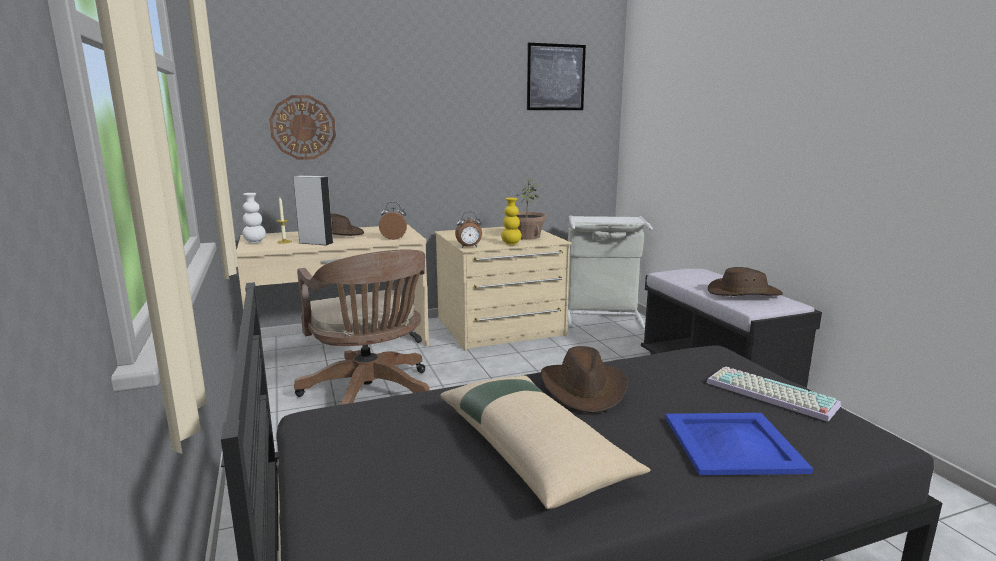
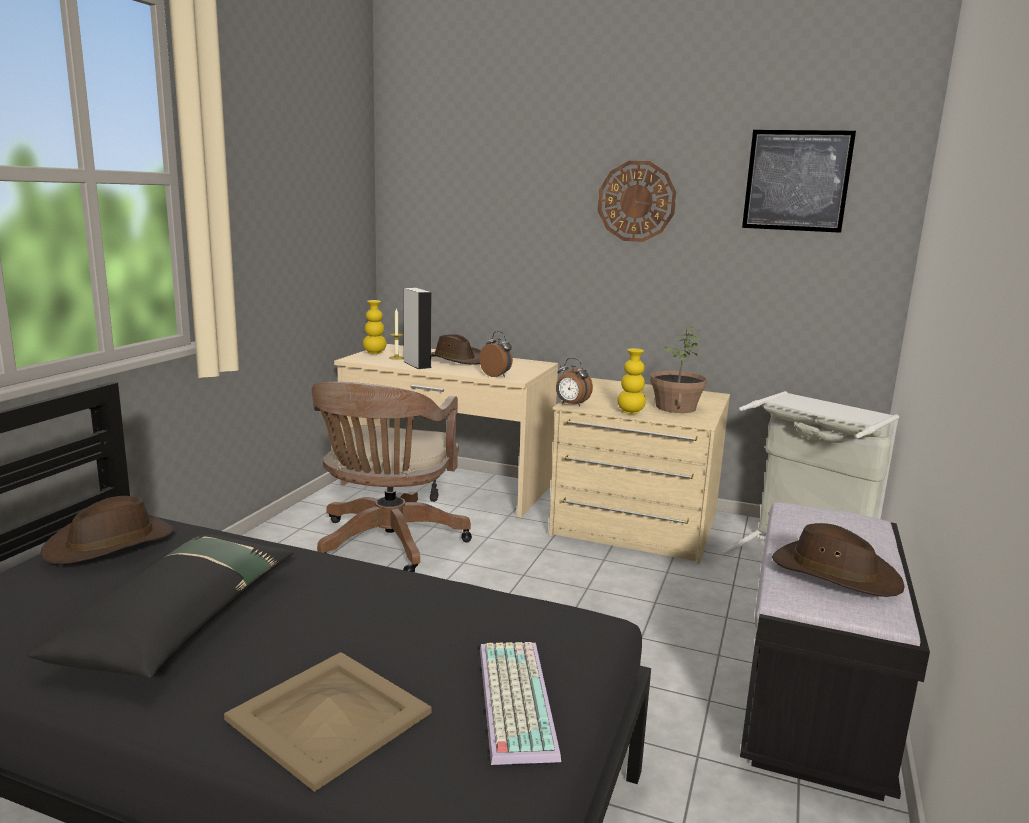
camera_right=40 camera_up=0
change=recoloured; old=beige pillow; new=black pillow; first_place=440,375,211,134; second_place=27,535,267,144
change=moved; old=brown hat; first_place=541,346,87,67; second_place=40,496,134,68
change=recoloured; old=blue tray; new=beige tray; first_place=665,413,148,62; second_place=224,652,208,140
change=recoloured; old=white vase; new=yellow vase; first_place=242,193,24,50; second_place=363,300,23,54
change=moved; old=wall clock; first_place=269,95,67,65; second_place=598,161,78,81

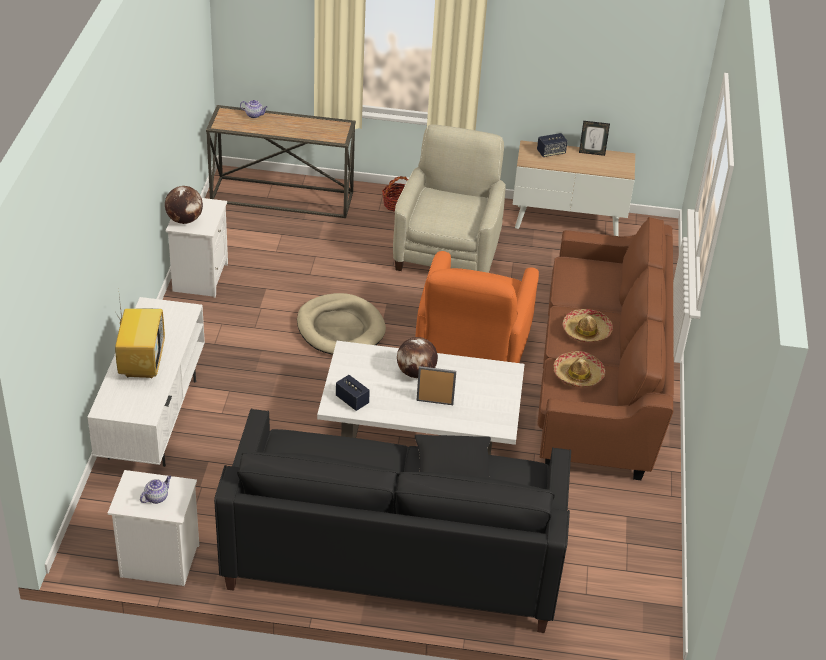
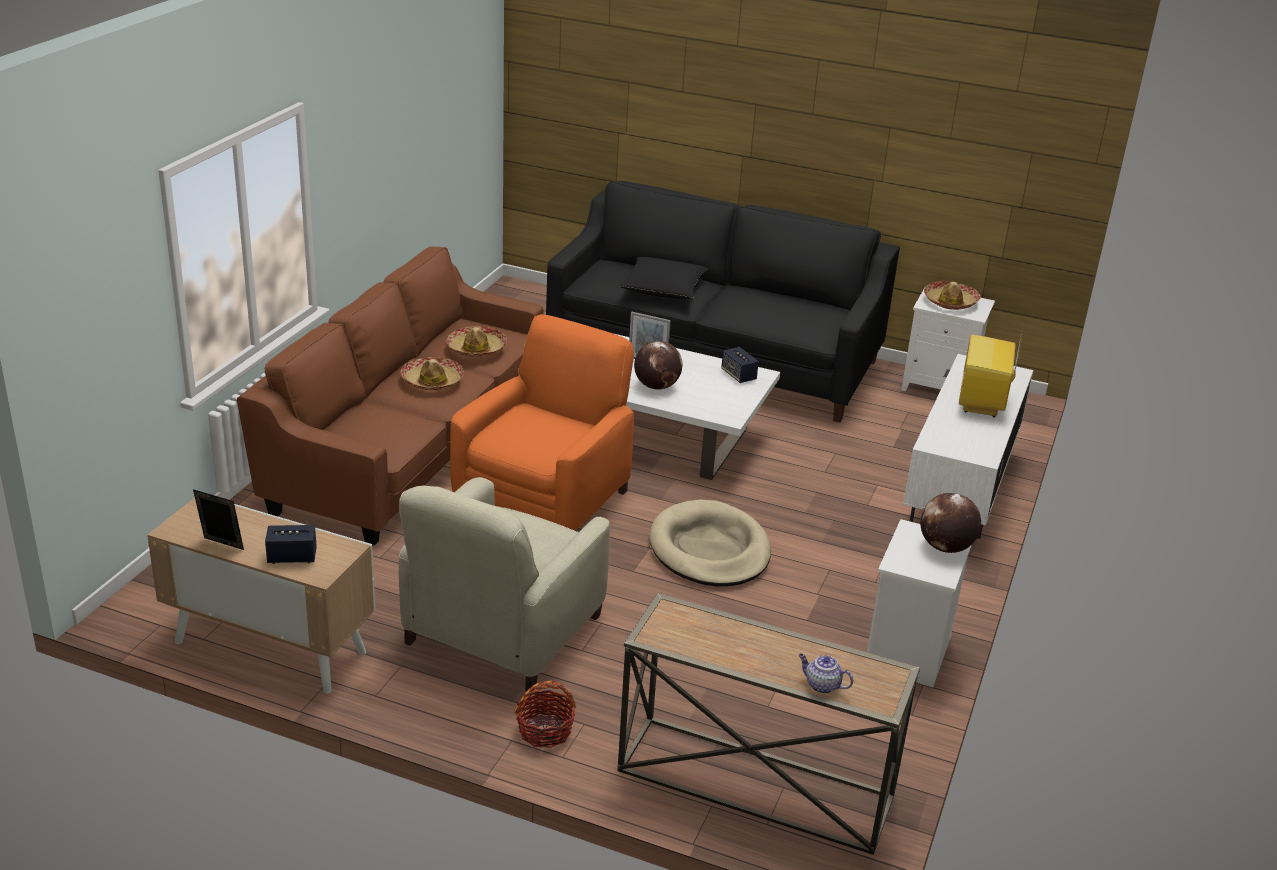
camera_right=-165 camera_up=-10
change=replaced; old=teapot; new=hat; first_place=140,476,31,28; second_place=924,281,57,29

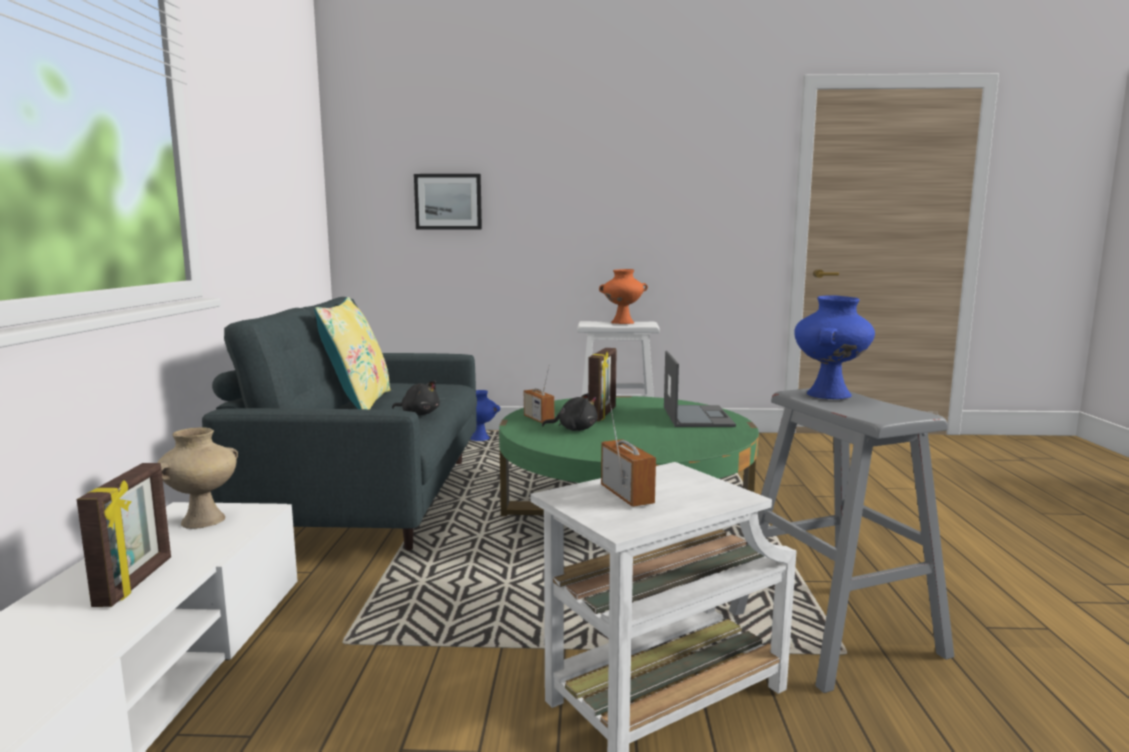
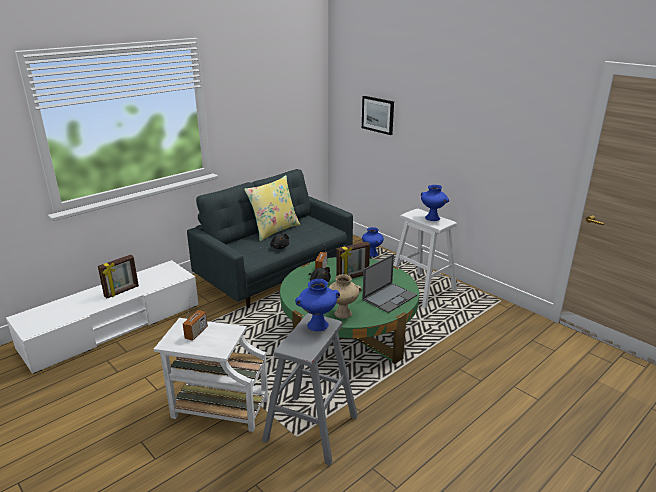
camera_right=45 camera_up=15
change=moved; old=beige vase; first_place=158,427,80,102; second_place=329,274,33,45
change=recoloured; old=orange vase; new=blue vase; first_place=599,269,49,55; second_place=421,185,28,36

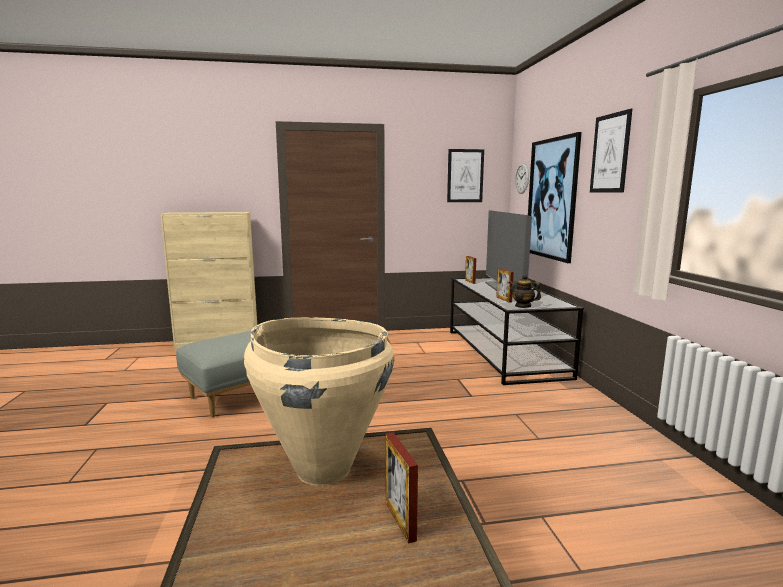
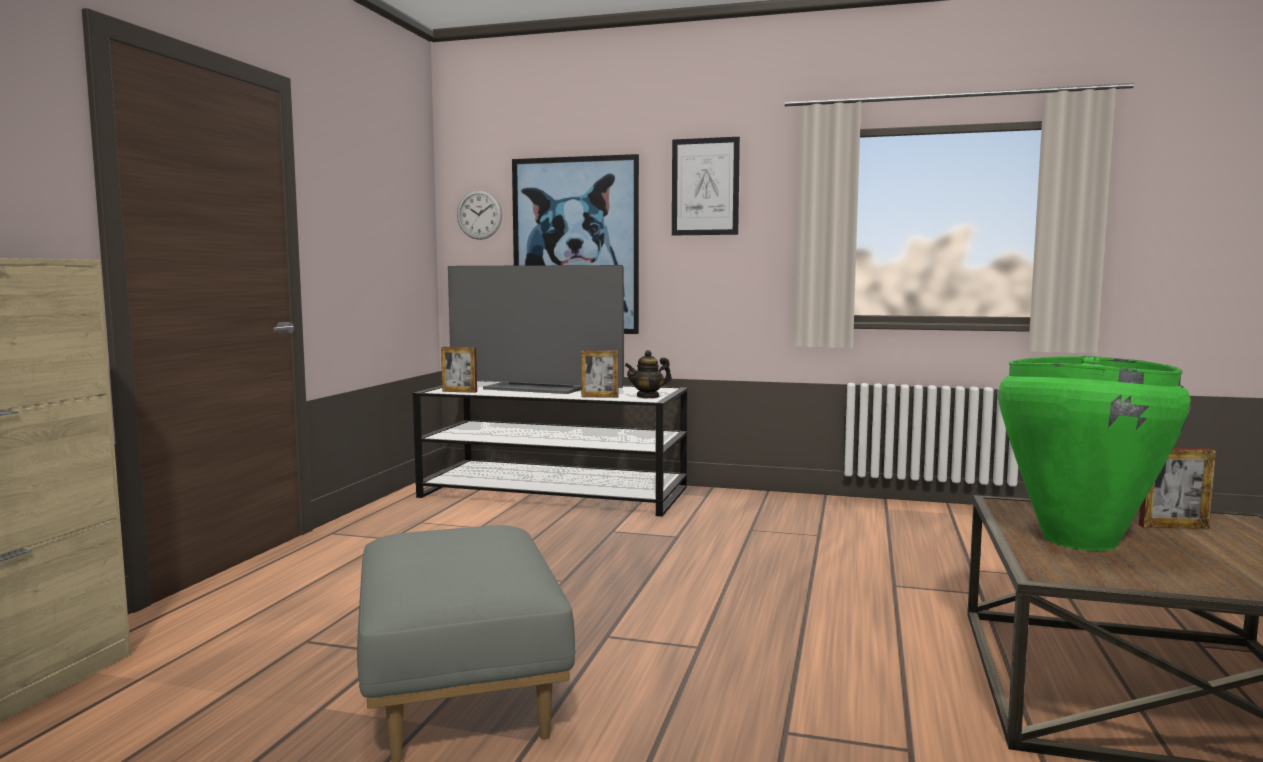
camera_right=-65 camera_up=-5
change=recoloured; old=beige vase; new=green vase; first_place=244,317,150,169; second_place=998,356,193,195
change=removed; old=picture; first_place=447,149,37,53

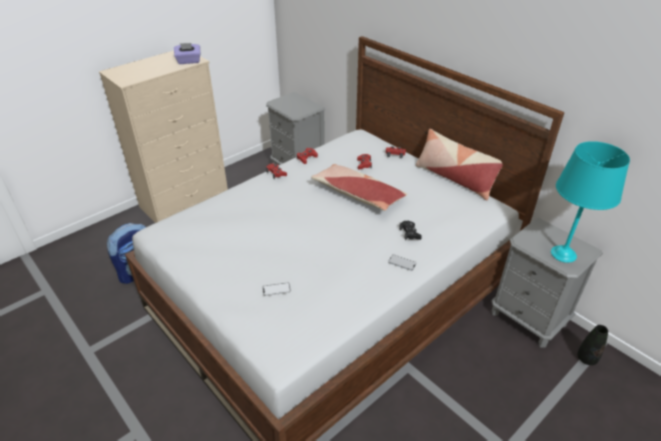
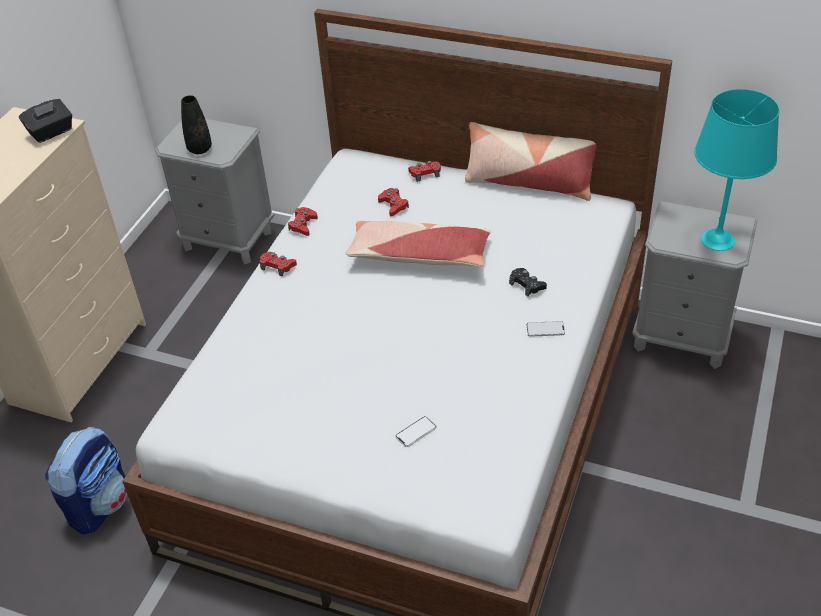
camera_right=-25 camera_up=5
change=recoloured; old=purple tissue box; new=black tissue box; first_place=174,43,26,21; second_place=19,99,53,44
change=moved; old=black vase; first_place=577,325,31,40; second_place=181,95,31,59

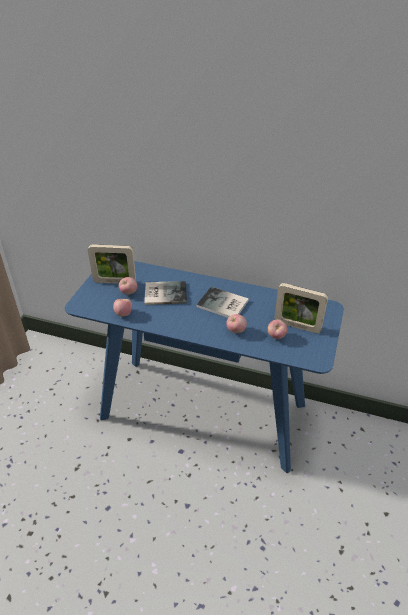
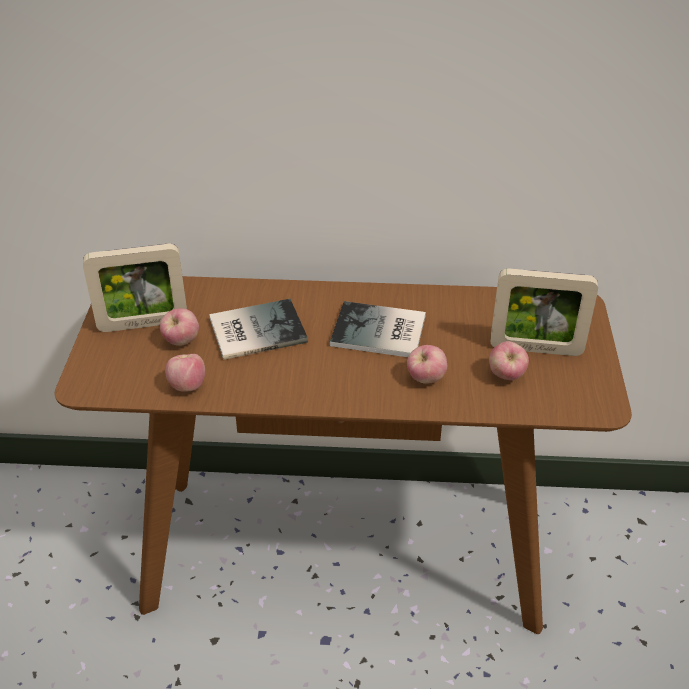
camera_right=-15 camera_up=0
change=recoloured; old=blue console table; new=brown console table; first_place=65,261,279,212; second_place=55,276,577,358

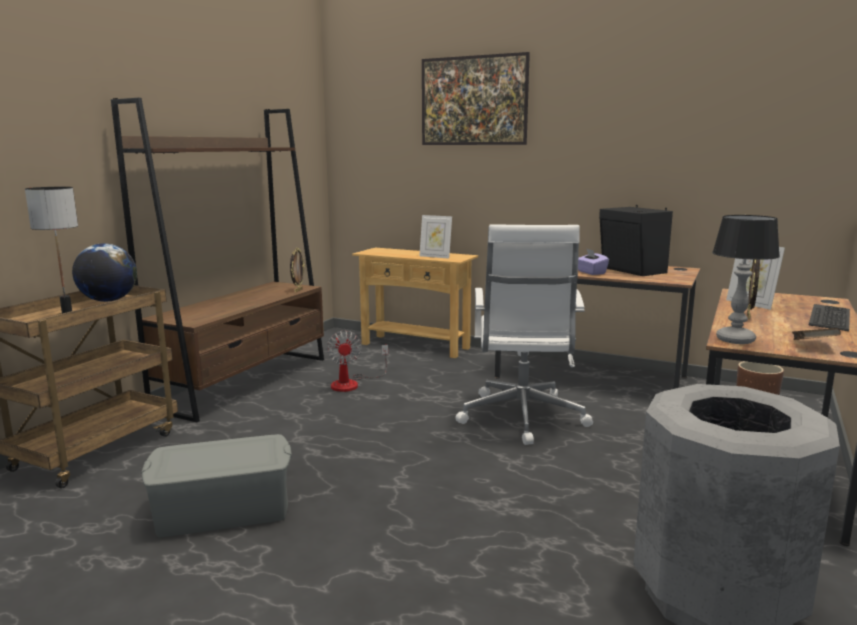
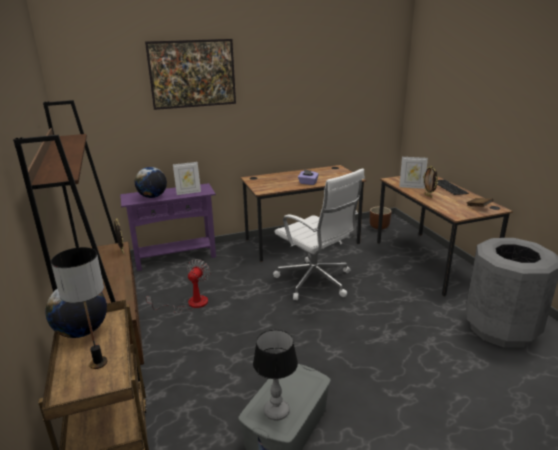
camera_right=-45 camera_up=10
change=recoloured; old=beige console table; new=purple console table; first_place=352,248,126,110; second_place=120,183,96,88
change=added; new=globe; second_place=135,167,32,31
change=turned; old=fan; first_place=326,331,62,61; second_place=146,259,65,54; degrees=-105
change=moved; old=table lamp; first_place=712,215,68,129; second_place=253,330,45,91
change=removed; old=black speaker; first_place=599,205,74,71

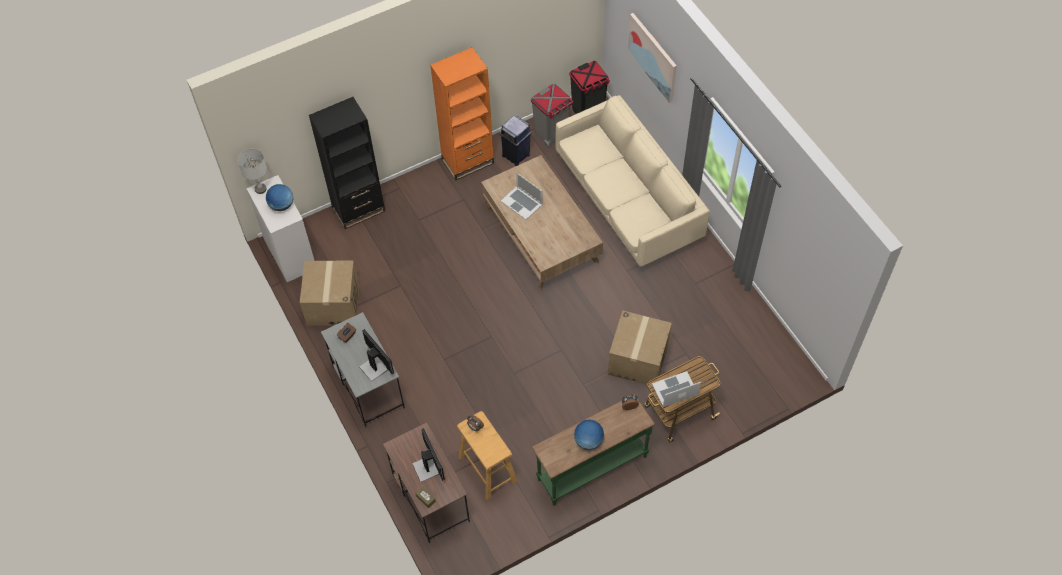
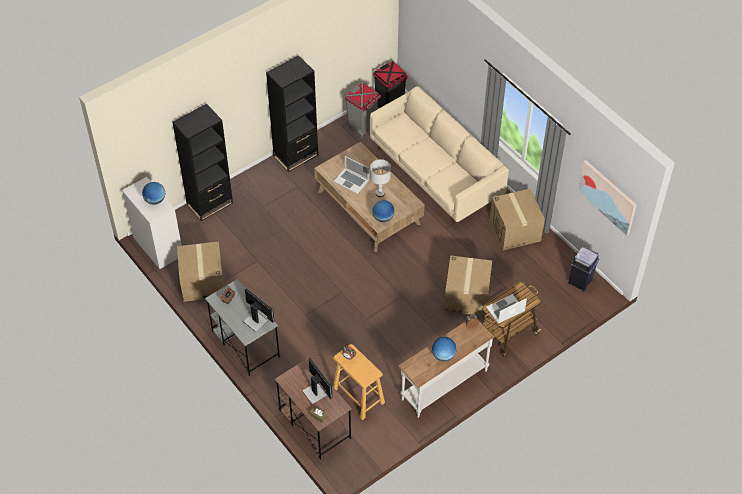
camera_right=-10 camera_up=-5
change=recoloured; old=orange bookcase; new=black bookcase; first_place=430,47,64,134; second_place=266,55,53,117
change=moved; old=grey table lamp; first_place=238,149,29,45; second_place=370,159,21,38
change=added; new=globe; second_place=372,200,23,22
change=recoloured; old=green console table; new=white console table; first_place=532,394,123,112; second_place=398,321,97,97
change=added; new=cardboard box; second_place=490,189,55,61
change=moved; old=blue trash can; first_place=500,116,32,50; second_place=568,247,31,45
change=moved; old=picture; first_place=628,13,49,90; second_place=578,160,59,76

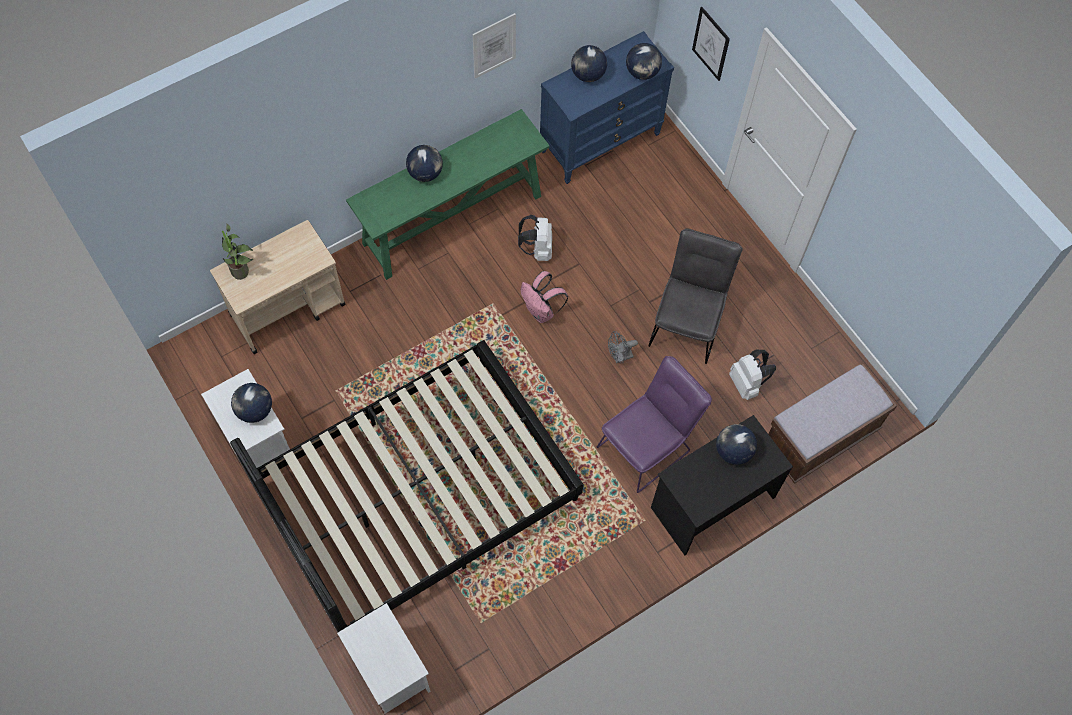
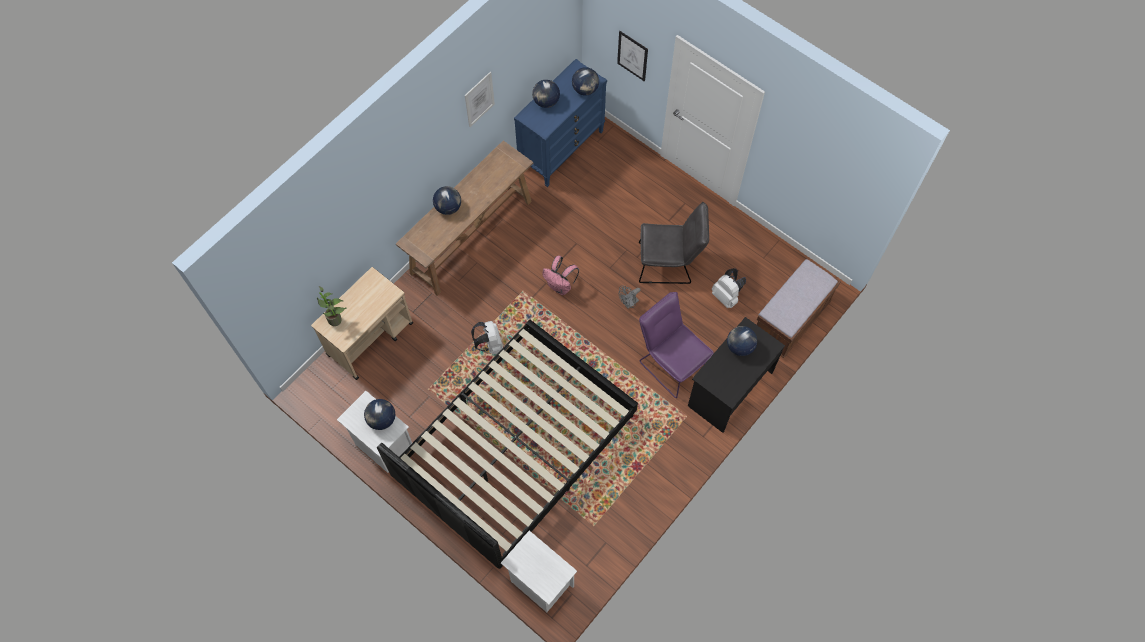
camera_right=-15 camera_up=0
change=recoloured; old=green console table; new=brown console table; first_place=346,109,204,171; second_place=396,140,137,156
change=moved; old=white backpack; first_place=518,215,34,46; second_place=471,321,32,34
change=turned; old=grey chair; first_place=648,228,95,136; second_place=639,202,70,82; degrees=90
change=turned; old=purple chair; first_place=596,356,116,137; second_place=639,292,75,106; degrees=-75

